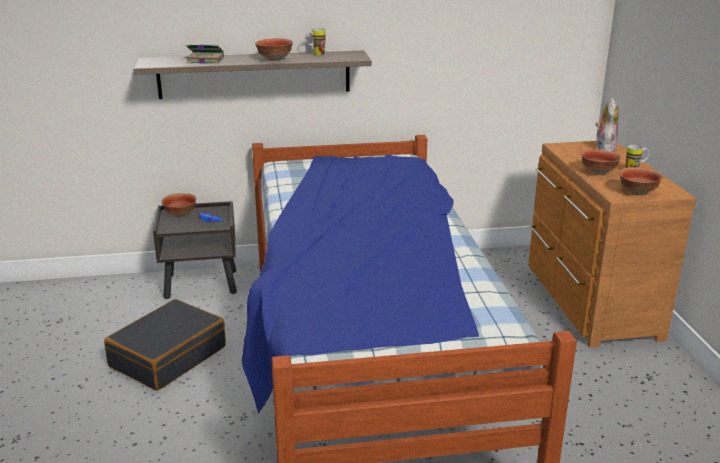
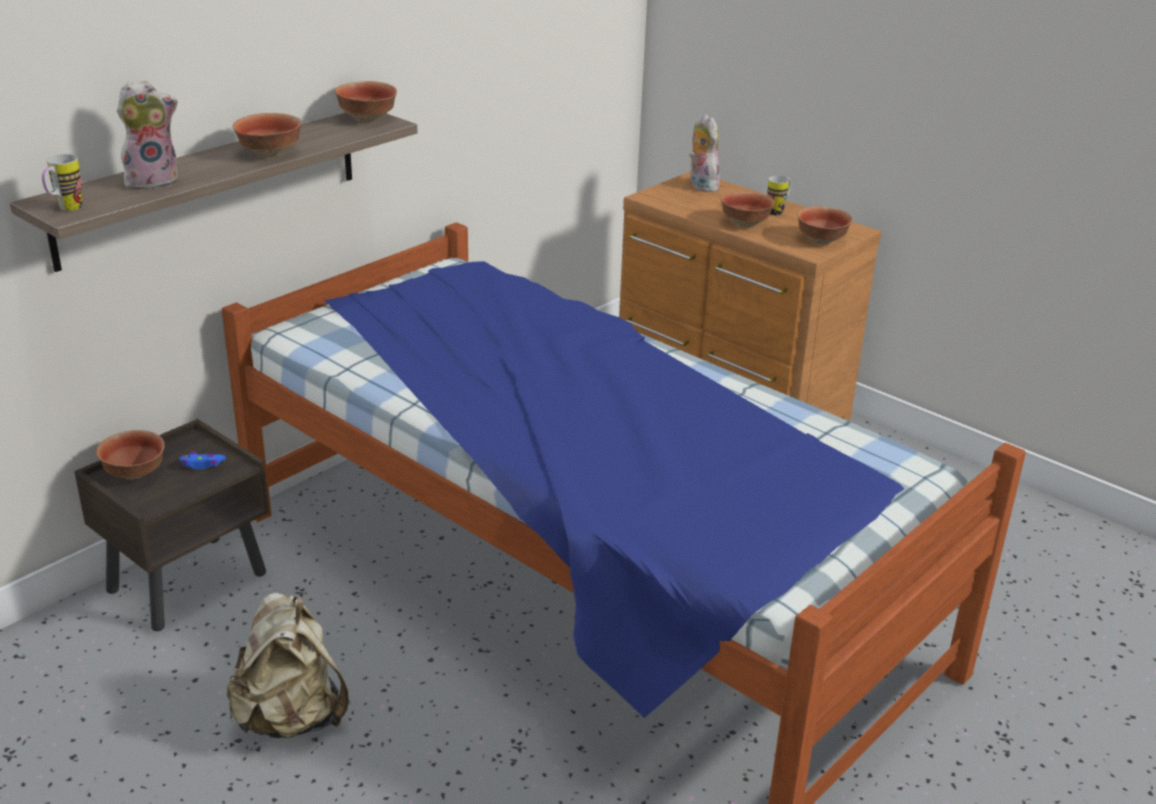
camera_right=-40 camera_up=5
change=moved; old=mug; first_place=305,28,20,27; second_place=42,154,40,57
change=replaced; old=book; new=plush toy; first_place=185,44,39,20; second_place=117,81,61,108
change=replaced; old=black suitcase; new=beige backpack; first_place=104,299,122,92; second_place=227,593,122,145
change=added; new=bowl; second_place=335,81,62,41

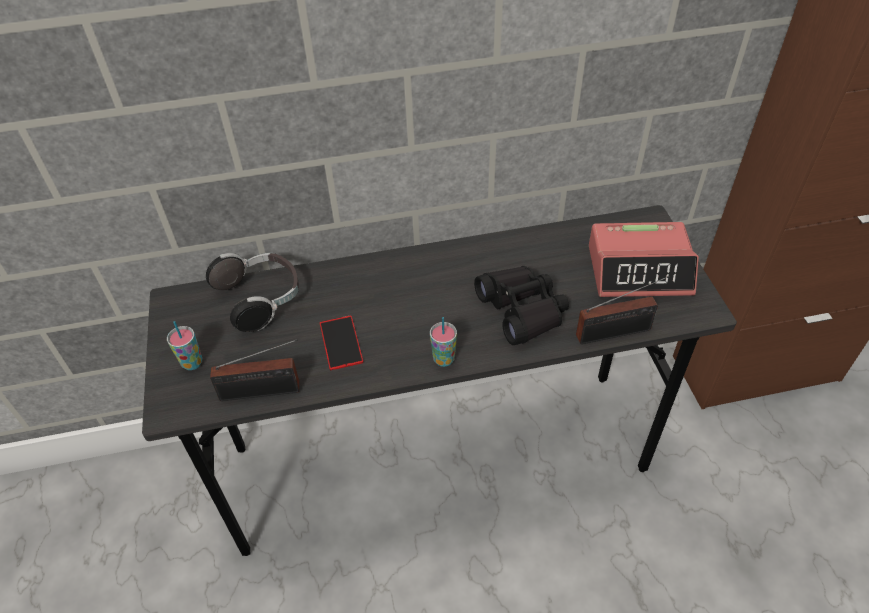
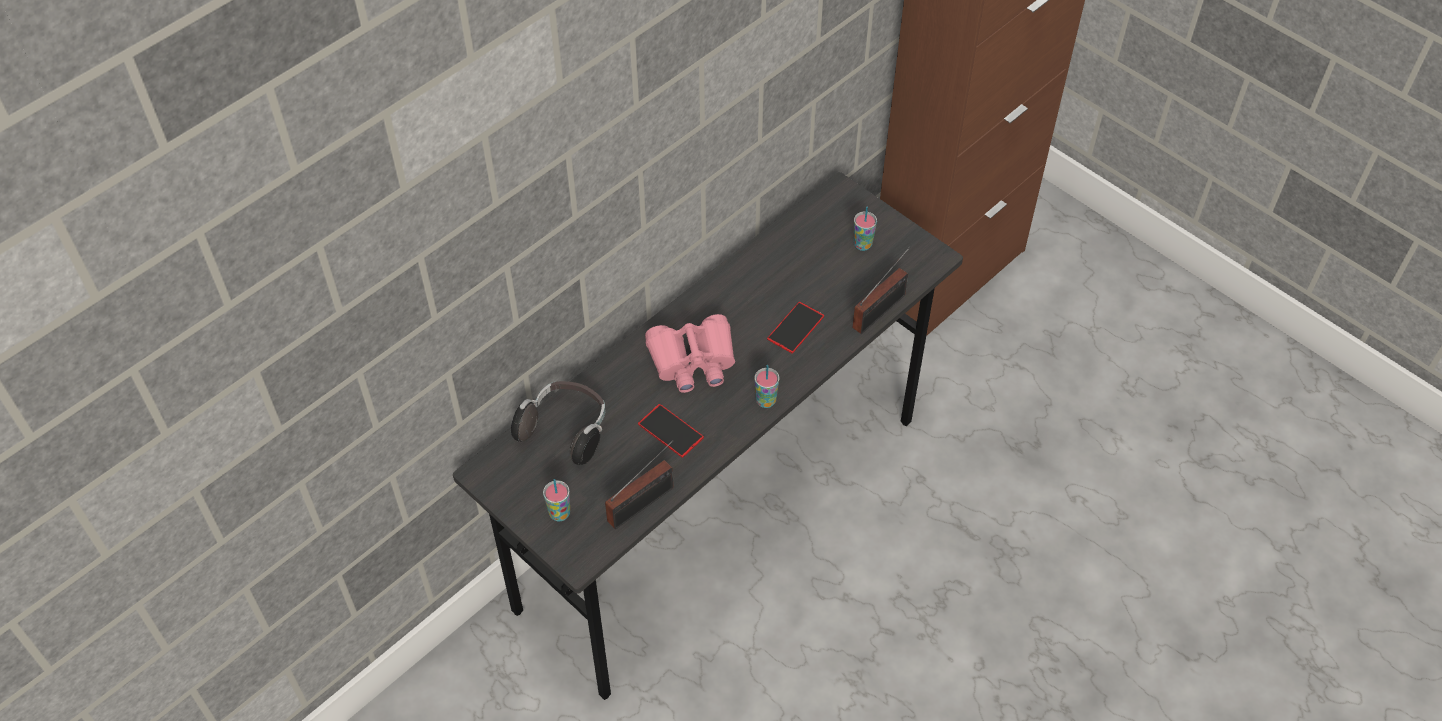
camera_right=-35 camera_up=5
change=added; new=pink binoculars; second_place=645,314,90,79
change=replaced; old=black binoculars; new=phone; first_place=474,266,95,79; second_place=767,302,57,51
change=replaced; old=alarm clock; new=cup; first_place=589,222,110,75; second_place=854,207,23,44

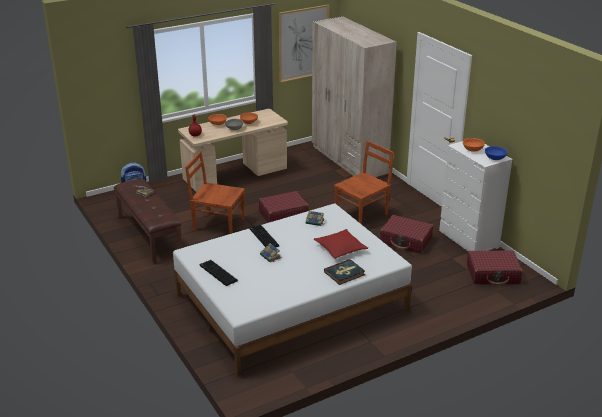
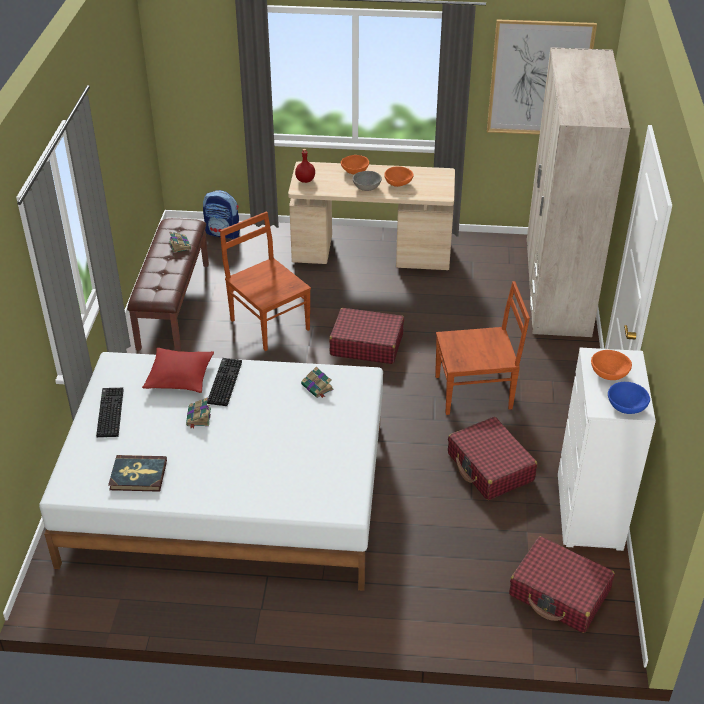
camera_right=35 camera_up=10
change=moved; old=book; first_place=324,259,41,26; second_place=108,455,59,37
change=moved; old=red pillow; first_place=314,229,54,30; second_place=142,348,72,45

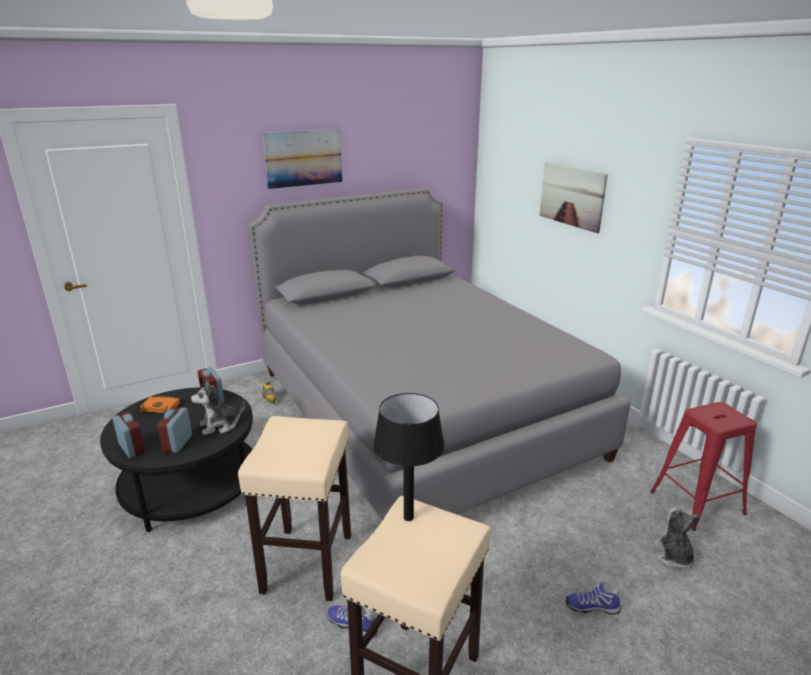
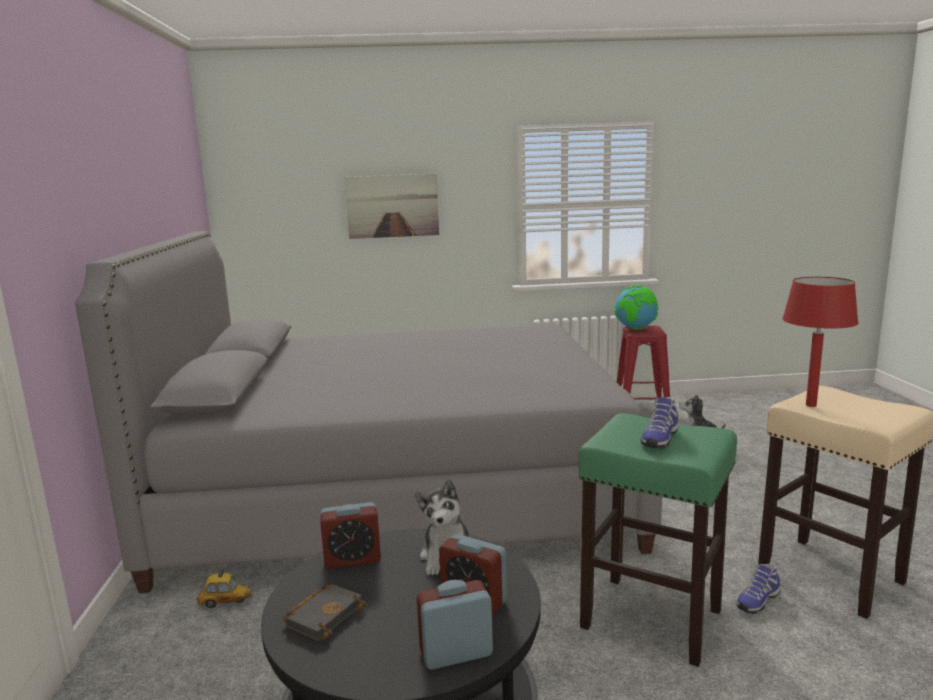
camera_right=-65 camera_up=-10
change=recoloured; old=orange book; new=black book; first_place=140,395,40,19; second_place=283,584,83,57
change=recoloured; old=beige stool; new=green stool; first_place=238,416,113,185; second_place=579,413,158,254
change=added; new=globe; second_place=614,286,45,44
change=moved; old=shoe; first_place=566,582,55,33; second_place=641,397,37,52
change=recoloured; old=black table lamp; new=red table lamp; first_place=373,393,72,128; second_place=782,277,77,130
change=removed; old=picture; first_place=263,129,79,60

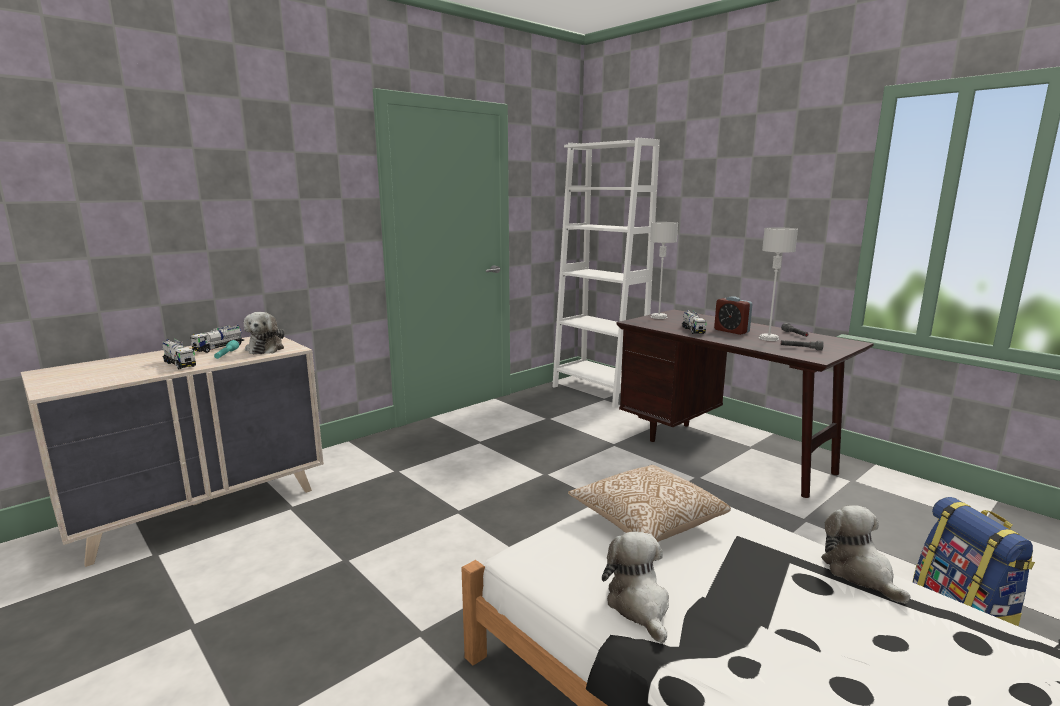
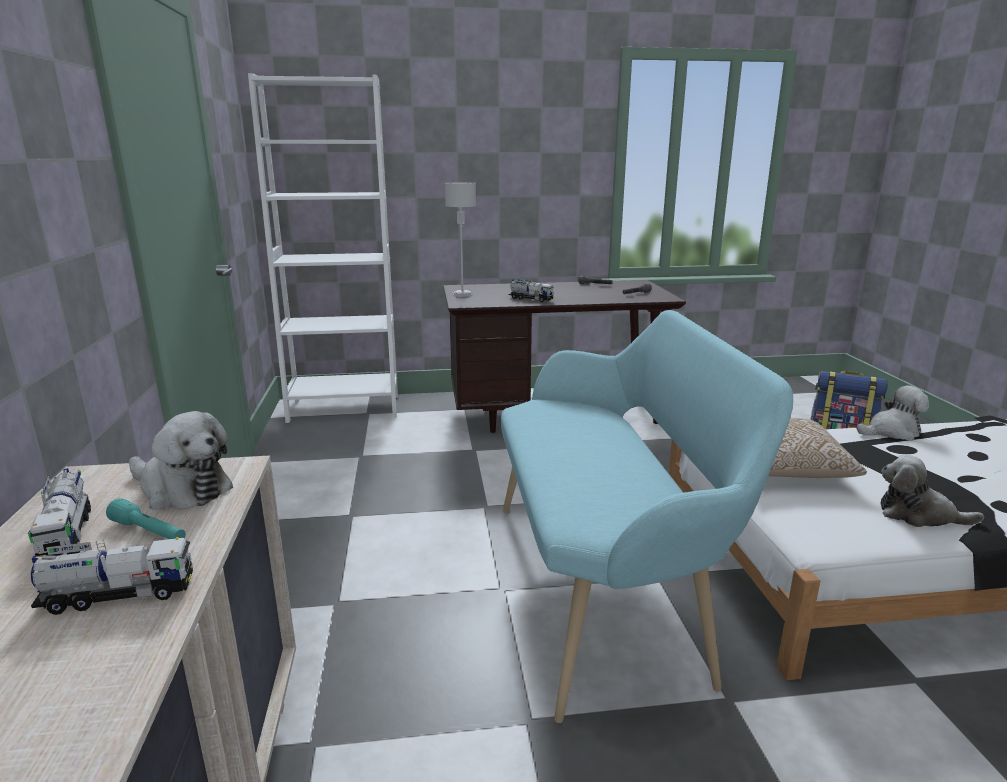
camera_right=-55 camera_up=5
change=added; new=turquoise bench; second_place=501,310,292,413
change=turned; old=plush toy; first_place=821,505,89,99; second_place=856,386,73,55; degrees=150
change=removed; old=alarm clock; first_place=714,296,38,39
change=removed; old=grey table lamp; first_place=759,227,39,114

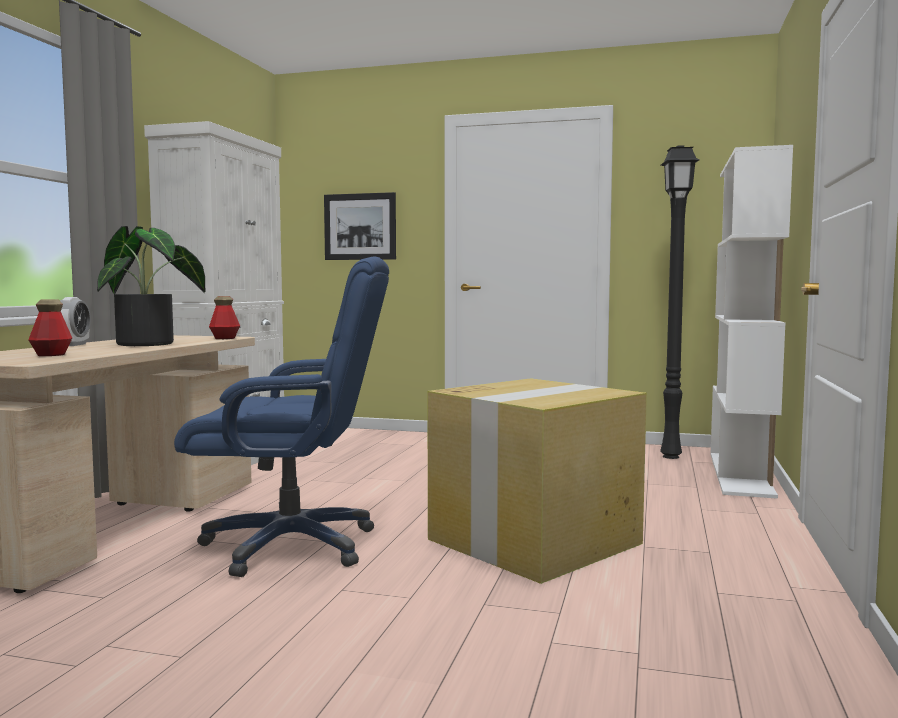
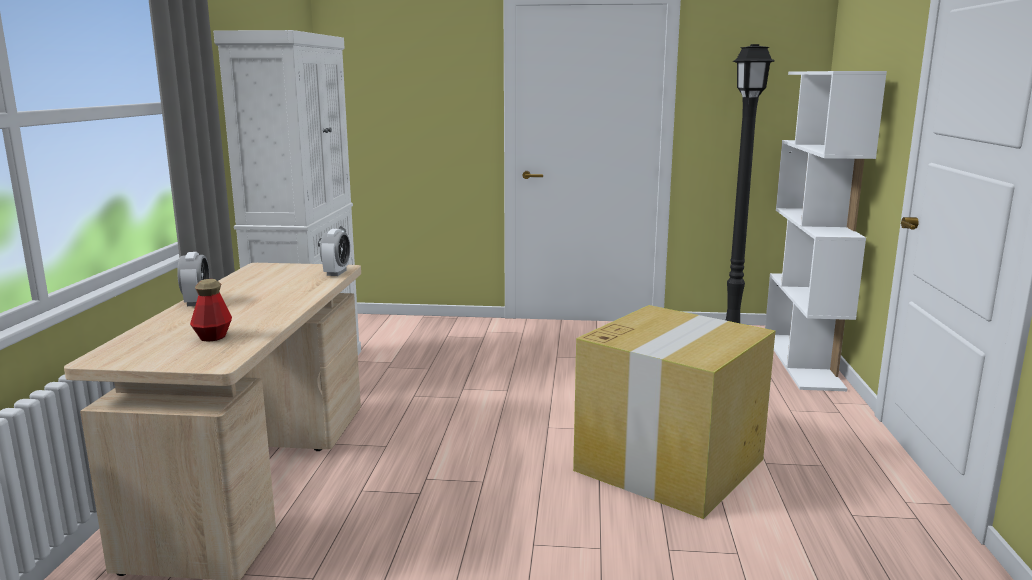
camera_right=-10 camera_up=10
change=replaced; old=bottle; new=alarm clock; first_place=209,296,31,43; second_place=320,229,30,47
change=removed; old=potted plant; first_place=97,226,109,120
change=removed; old=blue office chair; first_place=174,257,215,320
change=removed; old=picture; first_place=324,192,72,68

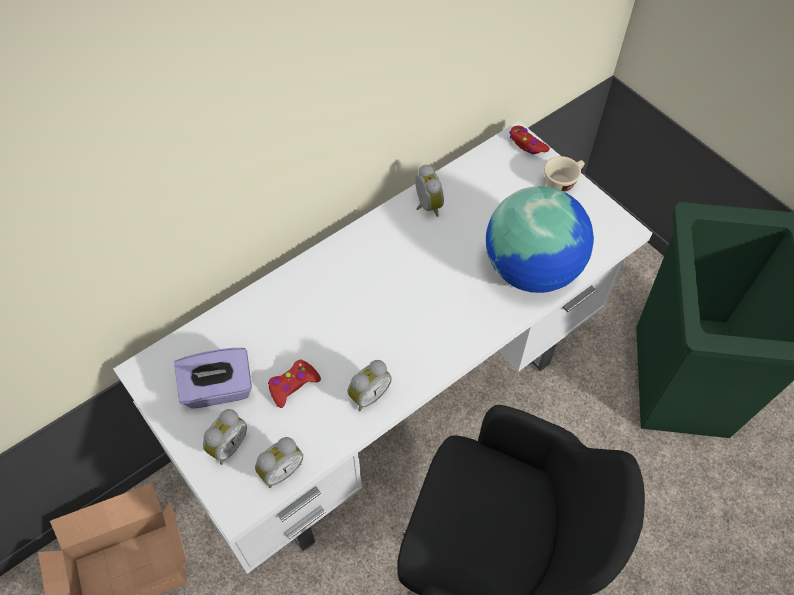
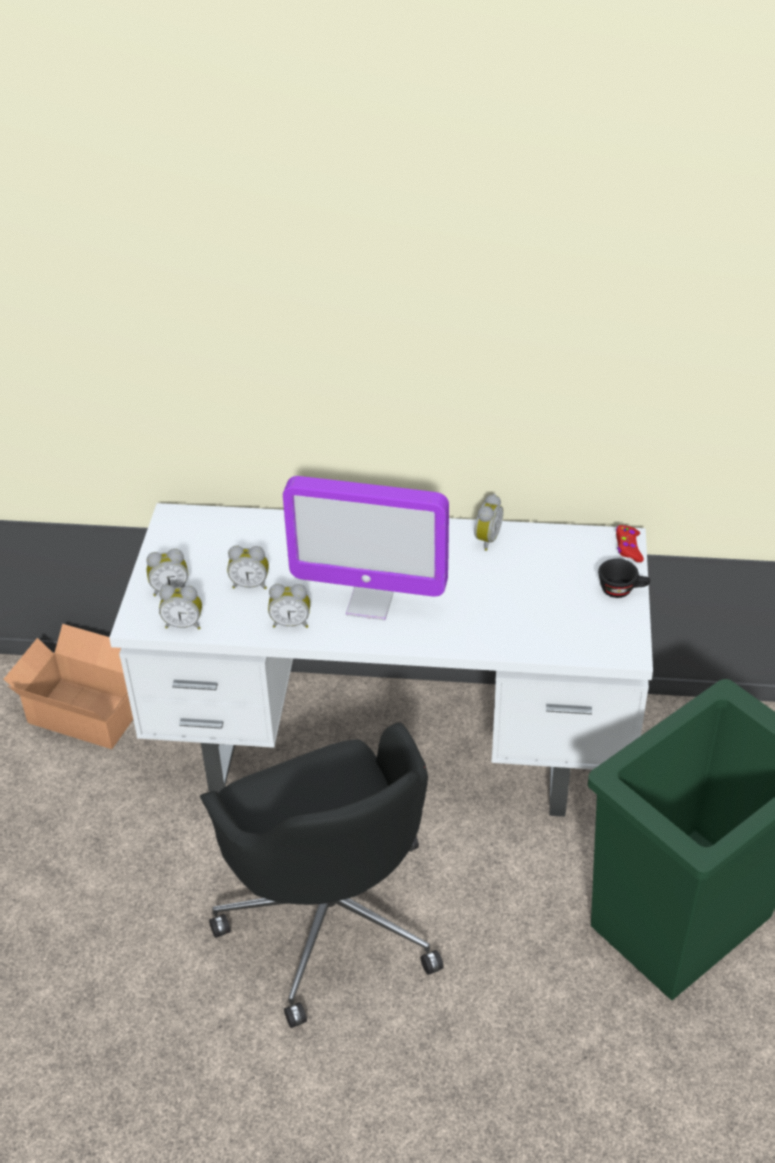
camera_right=45 camera_up=-15
change=replaced; old=red game controller; new=alarm clock; first_place=268,359,53,49; second_place=227,545,42,45
change=added; new=monitor; second_place=283,476,166,144
change=recoloured; old=beige cup; new=black cup; first_place=544,156,41,37; second_place=598,559,52,39
change=removed; old=purple tissue box; first_place=174,348,78,61
change=removed; old=globe; first_place=486,186,108,107

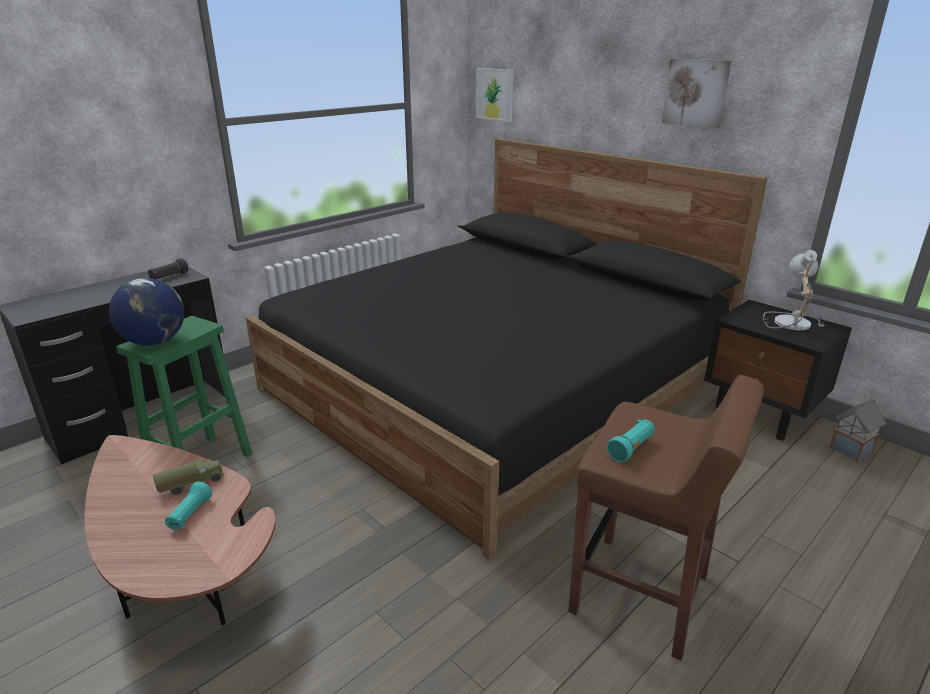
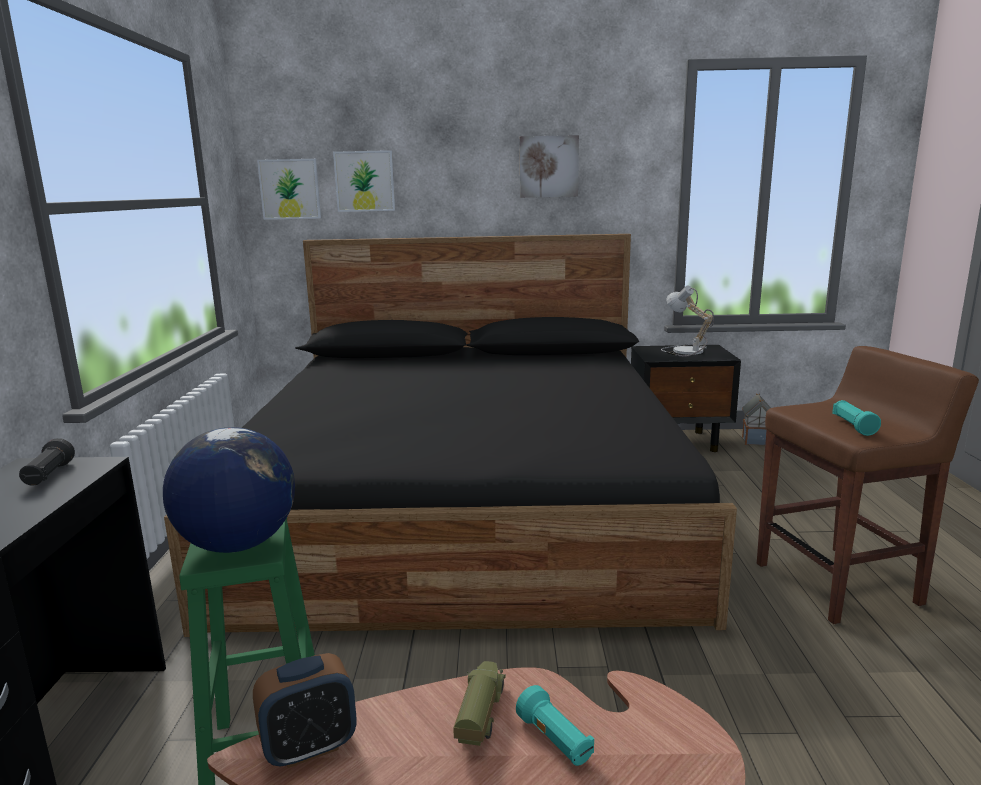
camera_right=-45 camera_up=-10
change=added; new=alarm clock; second_place=253,653,104,115
change=added; new=picture; second_place=333,150,62,62

